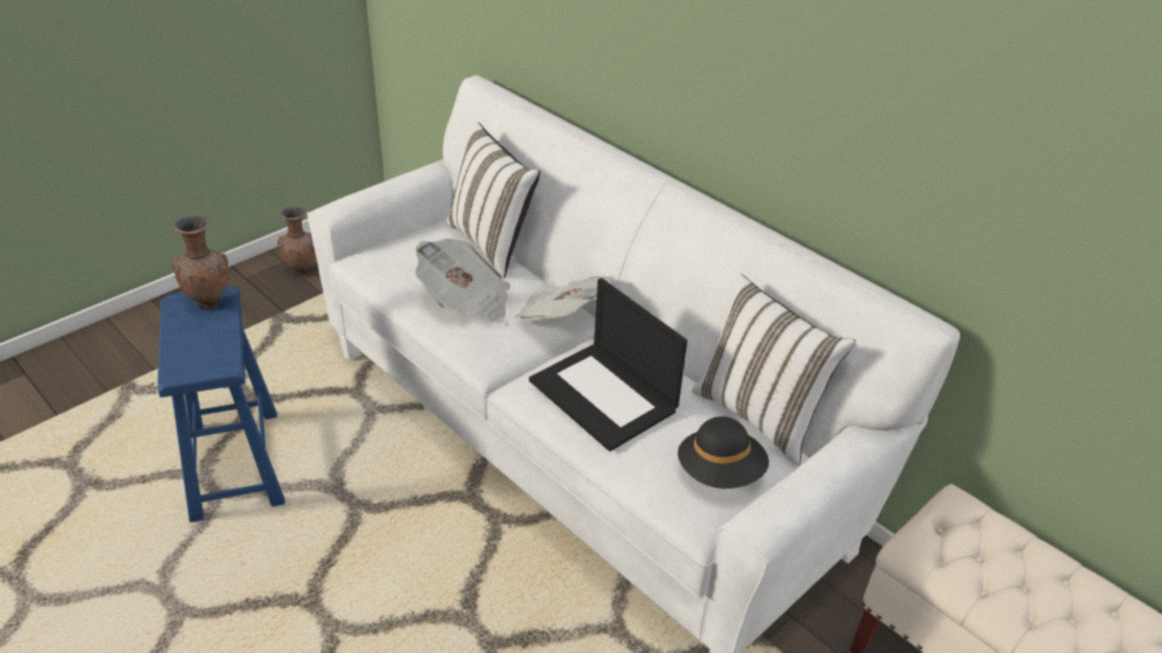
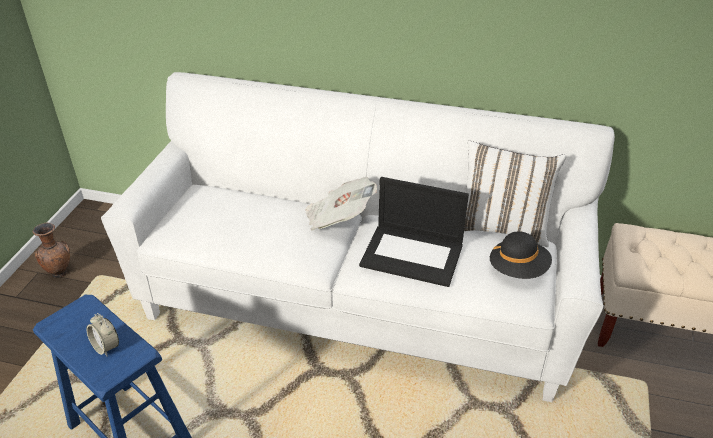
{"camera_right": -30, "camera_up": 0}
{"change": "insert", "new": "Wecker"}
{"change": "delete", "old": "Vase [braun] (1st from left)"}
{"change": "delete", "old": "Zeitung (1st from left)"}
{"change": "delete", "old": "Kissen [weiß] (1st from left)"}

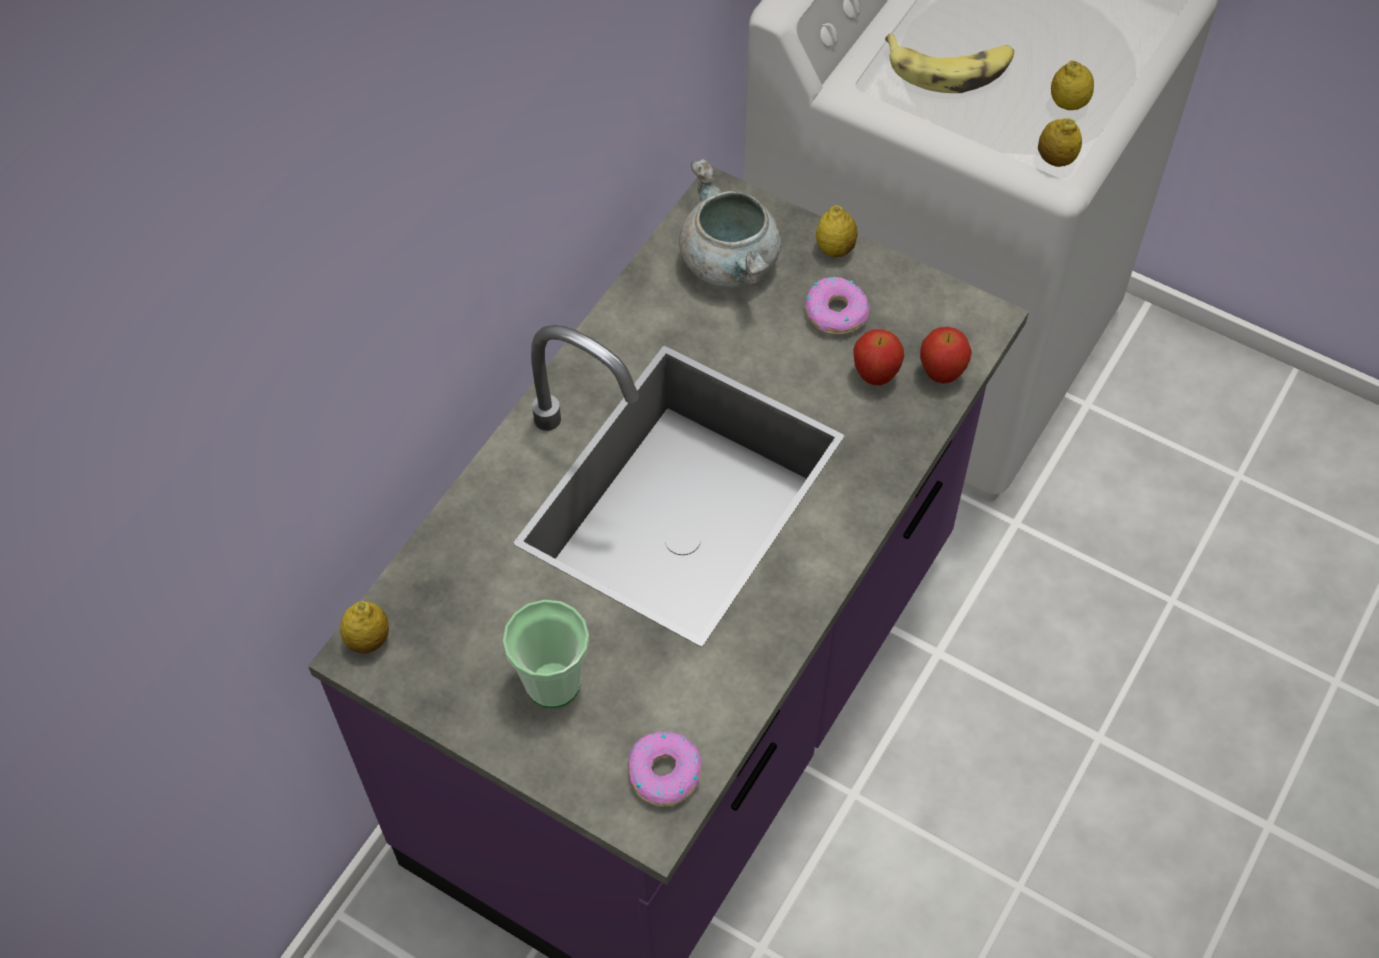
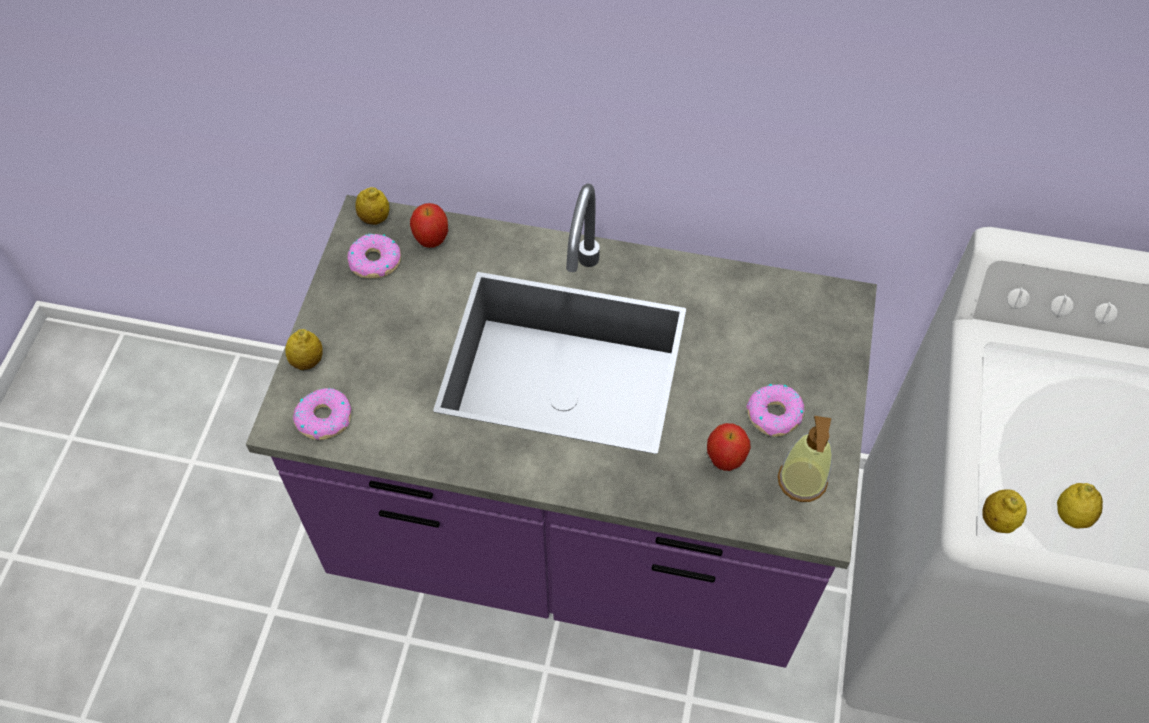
{"camera_right": 70, "camera_up": 0}
{"change": "move", "old": "Zitrone (2nd from left in the first image)", "new": "Zitrone (1st from left)"}
{"change": "insert", "new": "Donut (2nd from left)"}
{"change": "move", "old": "Apfel (2nd from left in the first image)", "new": "Apfel (1st from left)"}
{"change": "insert", "new": "Seifenspender"}
{"change": "delete", "old": "Tasse"}
{"change": "delete", "old": "Kochtopf [grau]"}
{"change": "delete", "old": "Banane"}

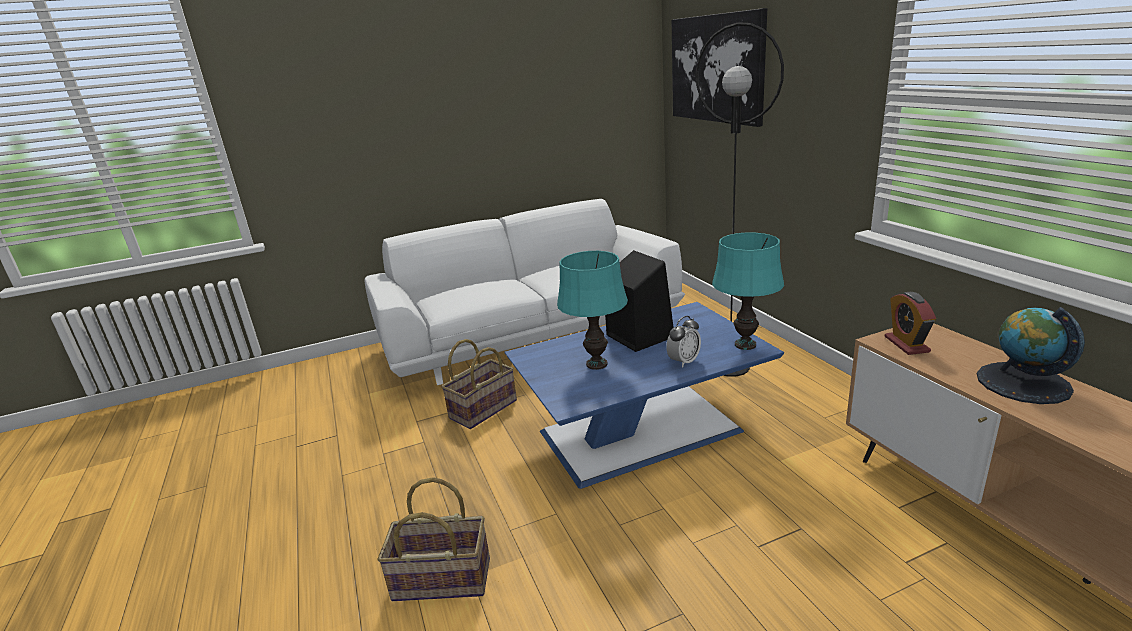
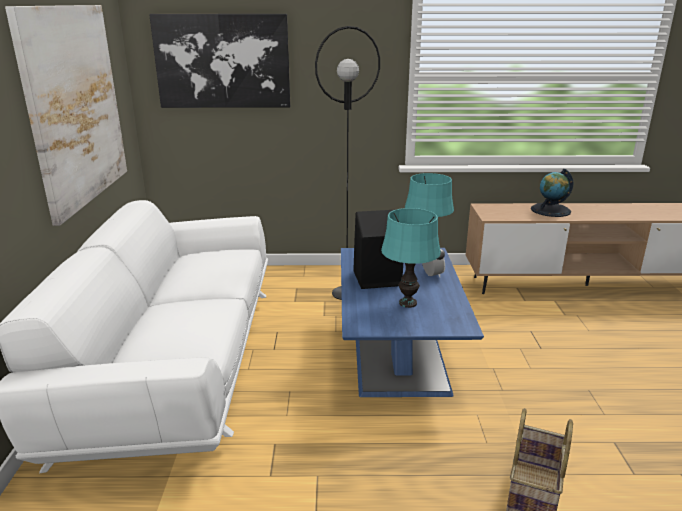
{"camera_right": -70, "camera_up": 0}
{"change": "insert", "new": "Bild (1st from left)"}
{"change": "delete", "old": "Korb (2nd from left)"}
{"change": "delete", "old": "Wecker (2nd from left)"}

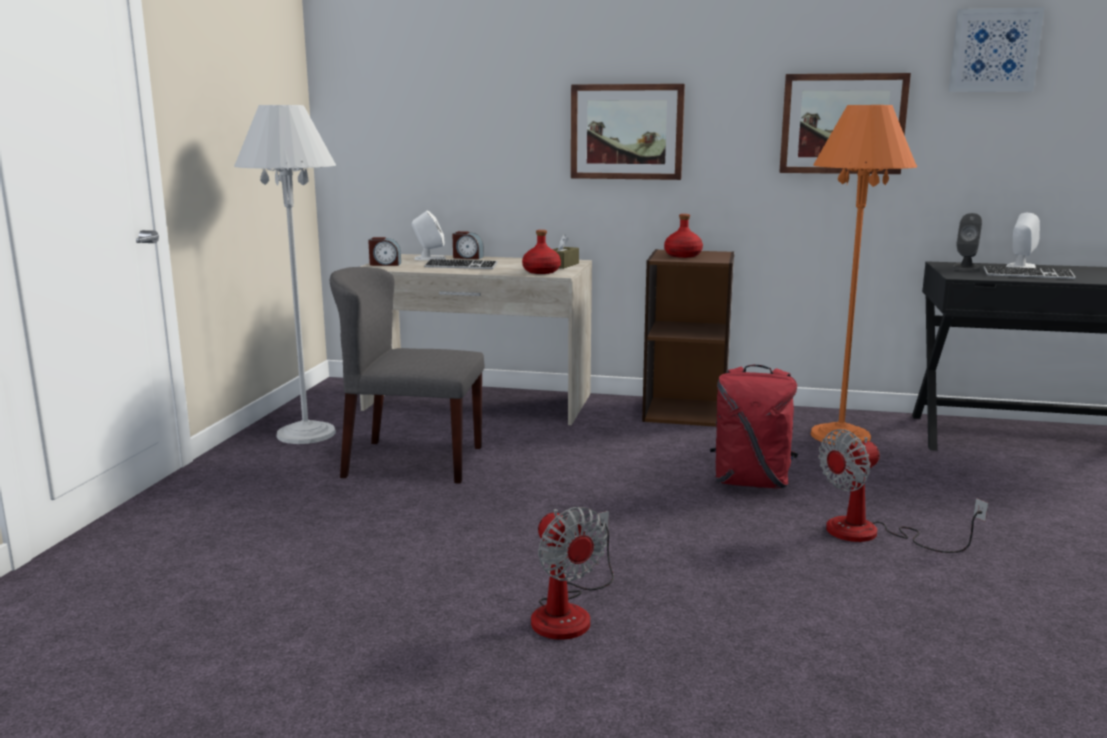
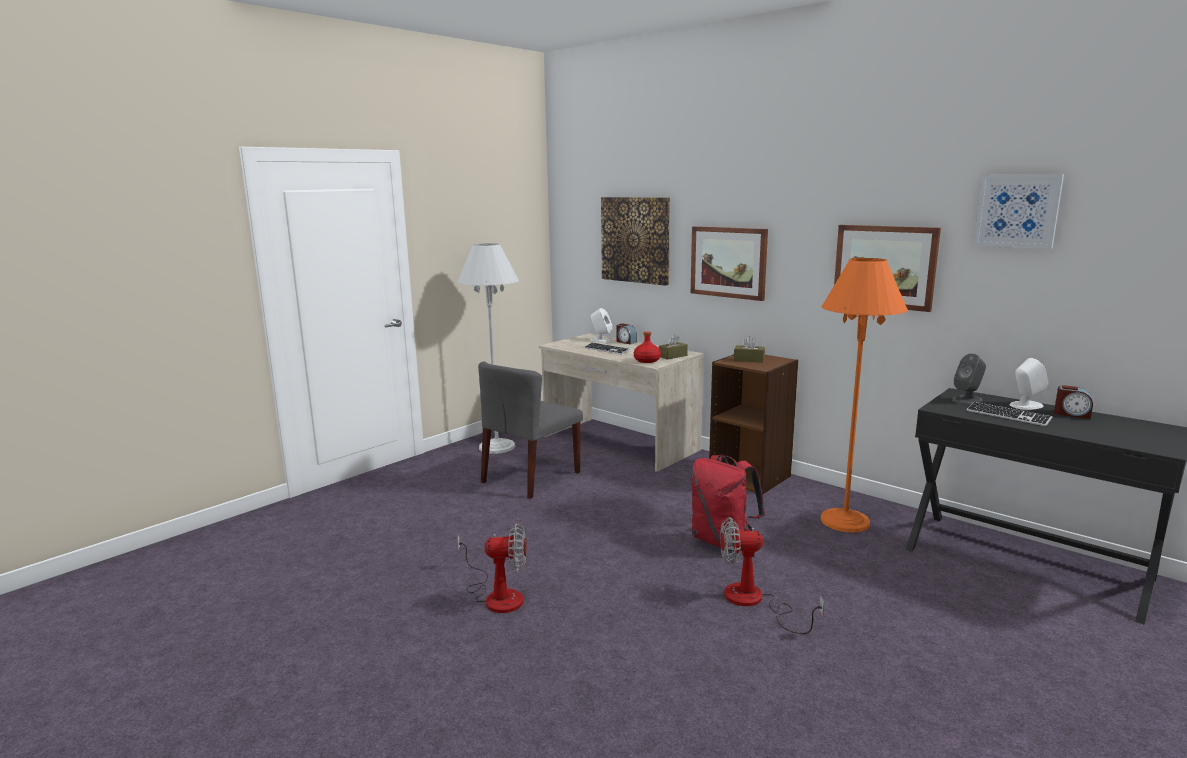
{"camera_right": 30, "camera_up": 0}
{"change": "rotate", "old": "Ventilator (1st from left)", "degrees": -90}
{"change": "rotate", "old": "Stuhl [grau]", "degrees": -90}
{"change": "insert", "new": "Bild (1st from left)"}
{"change": "replace", "old": "Flasche [rot] (2nd from left)", "new": "Taschentuchbox [braun] (2nd from left)"}
{"change": "move", "old": "Wecker (1st from left in the first image)", "new": "Wecker (2nd from left)"}

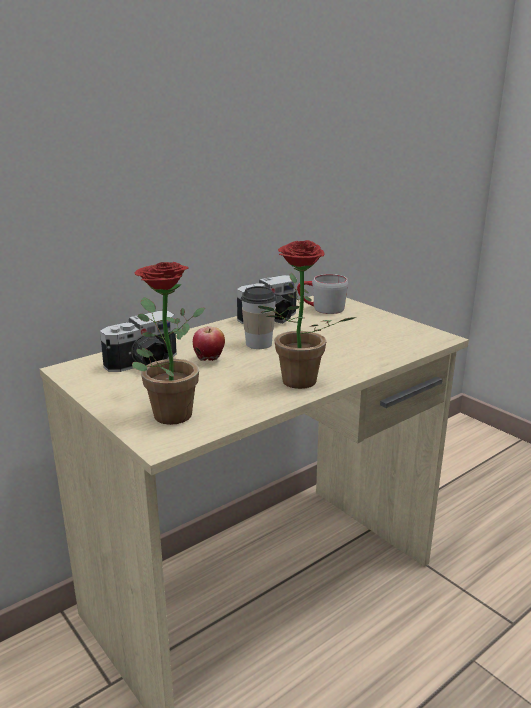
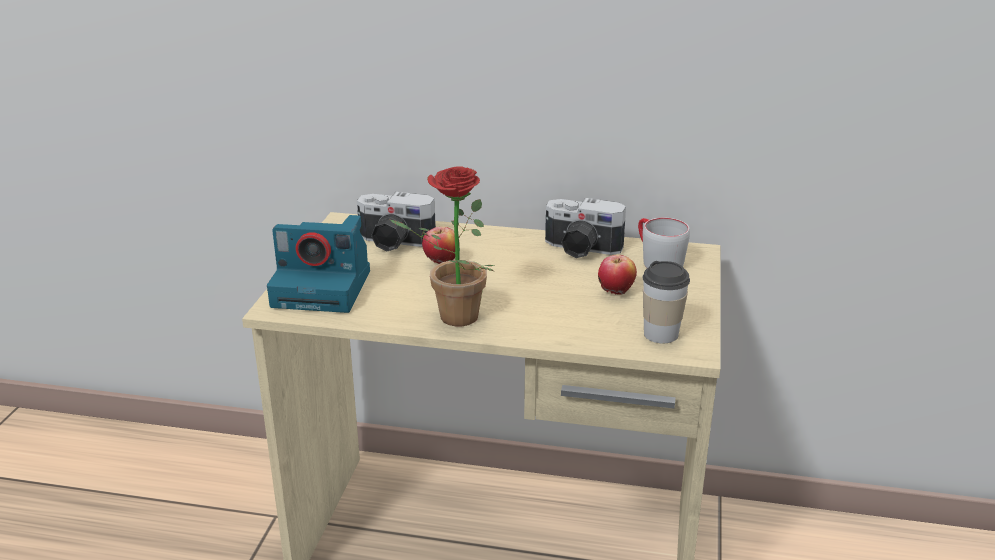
{"camera_right": 50, "camera_up": 5}
{"change": "replace", "old": "Topfpflanze (1st from left)", "new": "Kamera (1st from left)"}
{"change": "insert", "new": "Apfel (2nd from left)"}
{"change": "move", "old": "Tasse"}

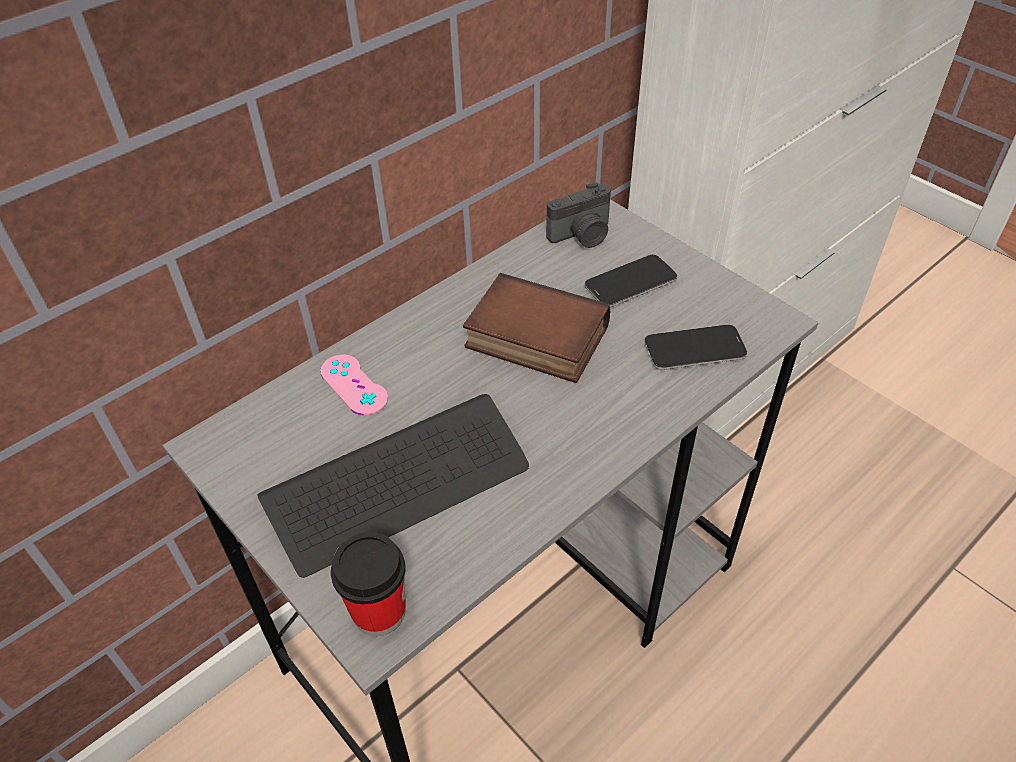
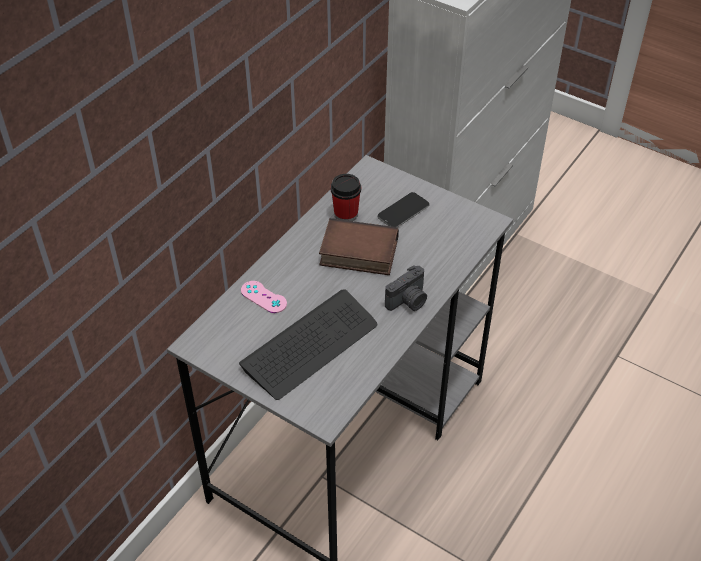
{"camera_right": -15, "camera_up": 0}
{"change": "move", "old": "Tasse"}
{"change": "move", "old": "Kamera"}
{"change": "delete", "old": "Handy (2nd from left)"}

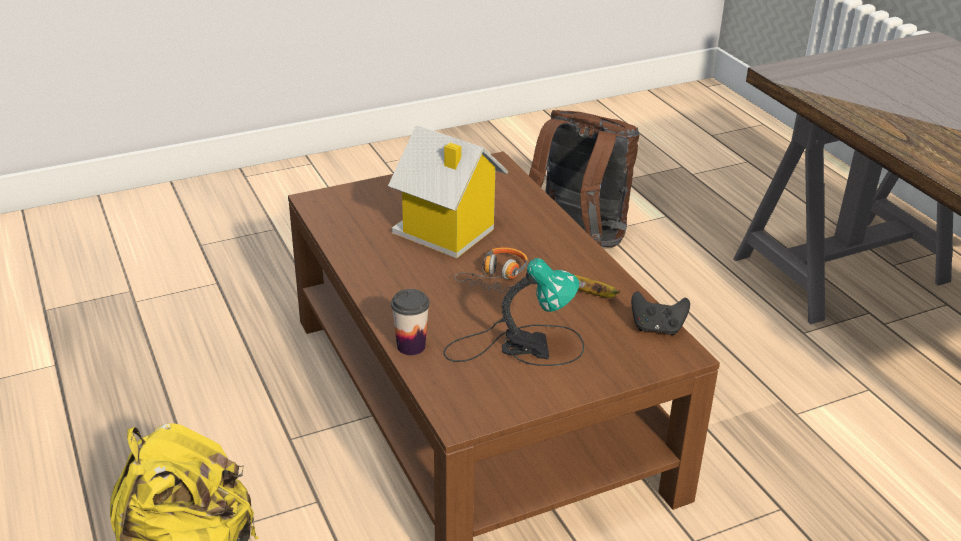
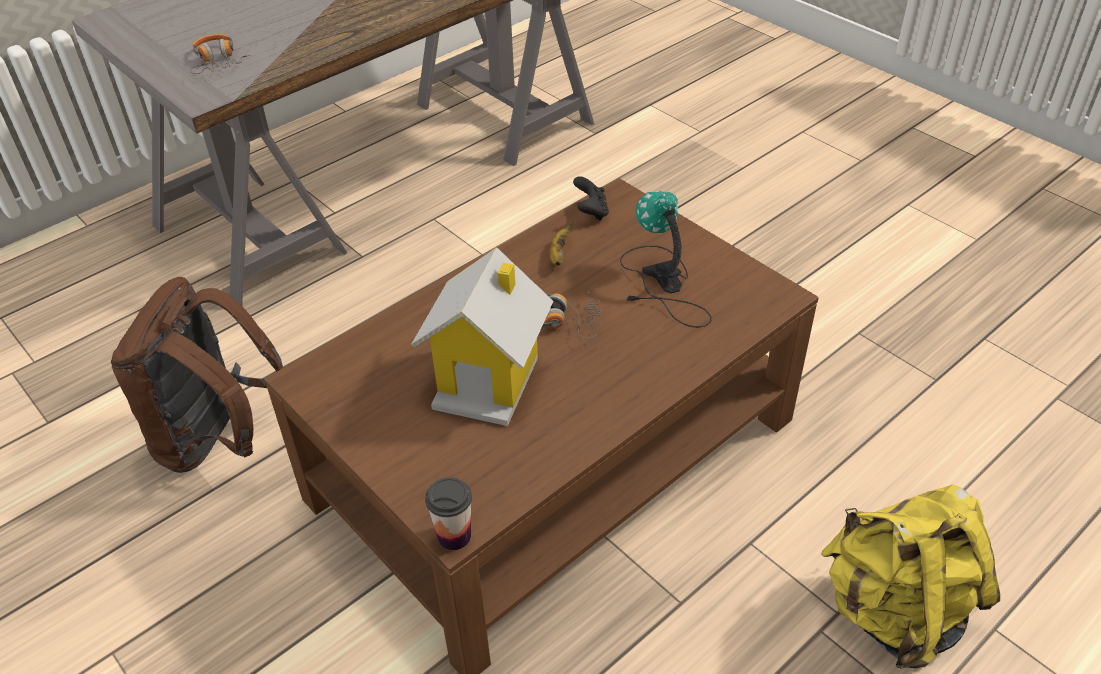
{"camera_right": -105, "camera_up": 10}
{"change": "insert", "new": "Kopfhörer (1st from left)"}
{"change": "move", "old": "Tasse"}

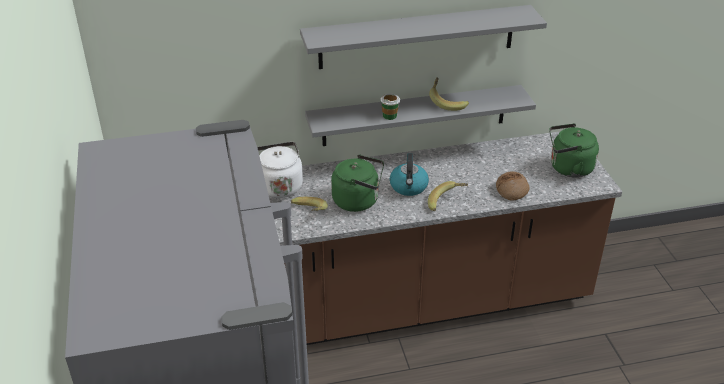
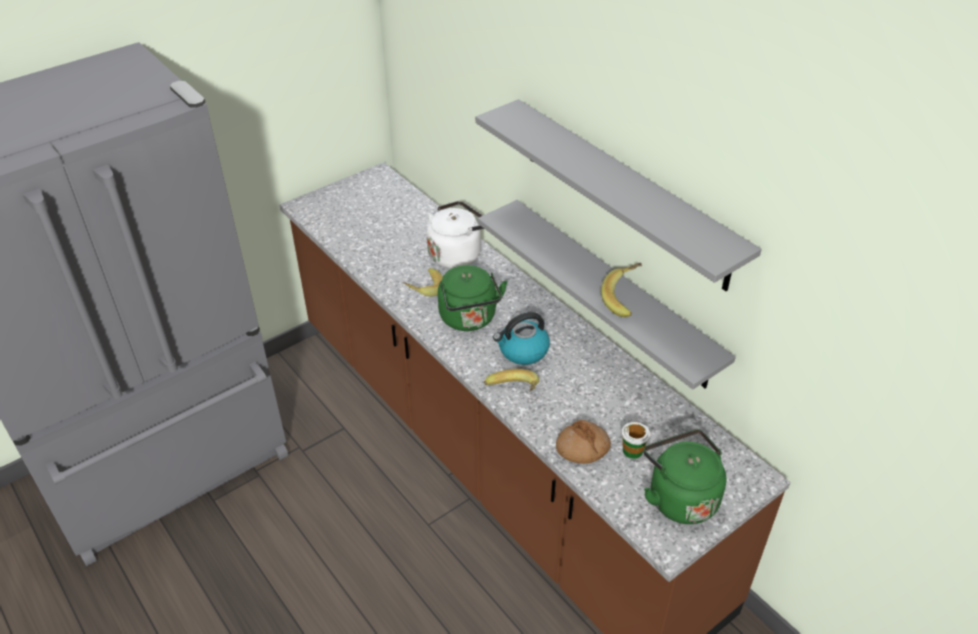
{"camera_right": 65, "camera_up": 5}
{"change": "move", "old": "Tasse"}

